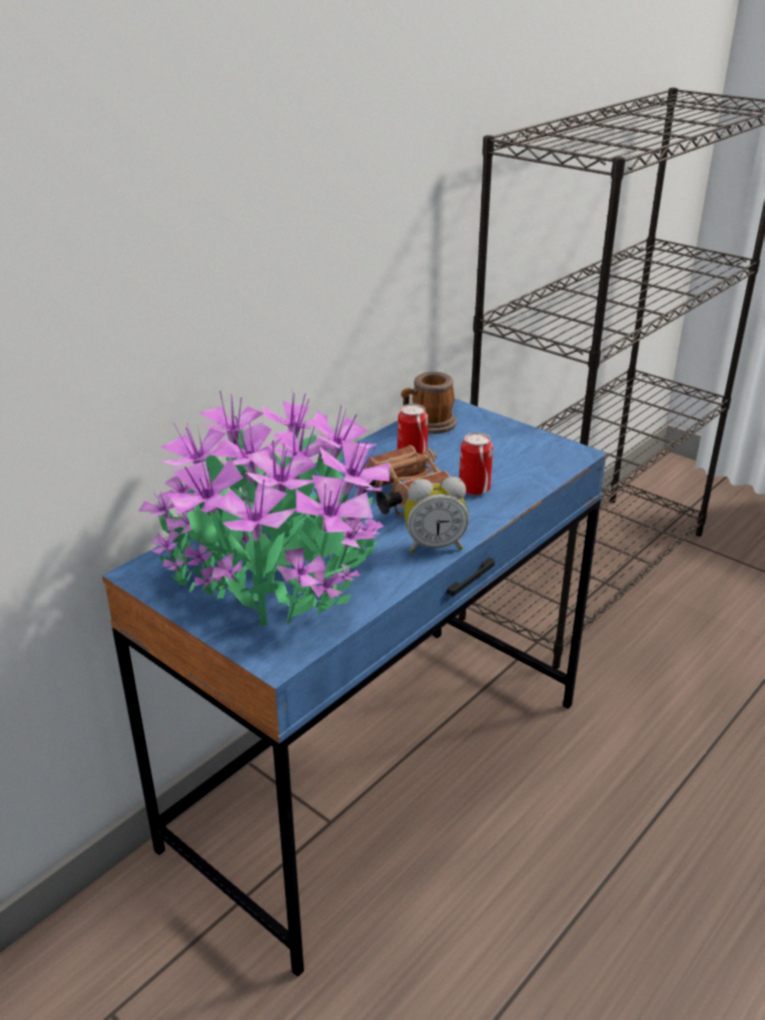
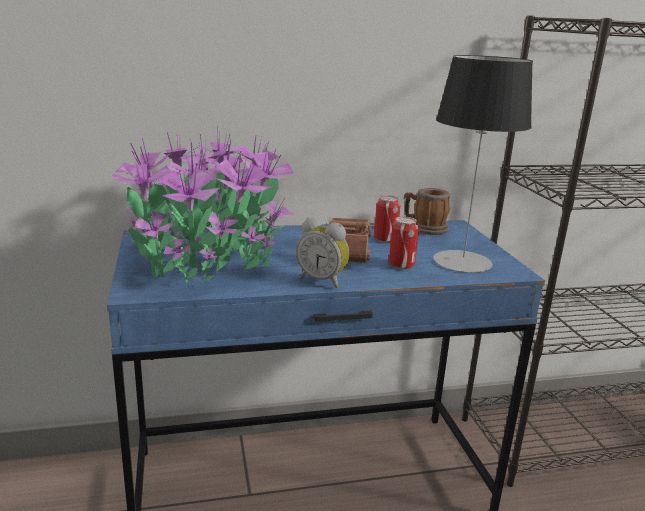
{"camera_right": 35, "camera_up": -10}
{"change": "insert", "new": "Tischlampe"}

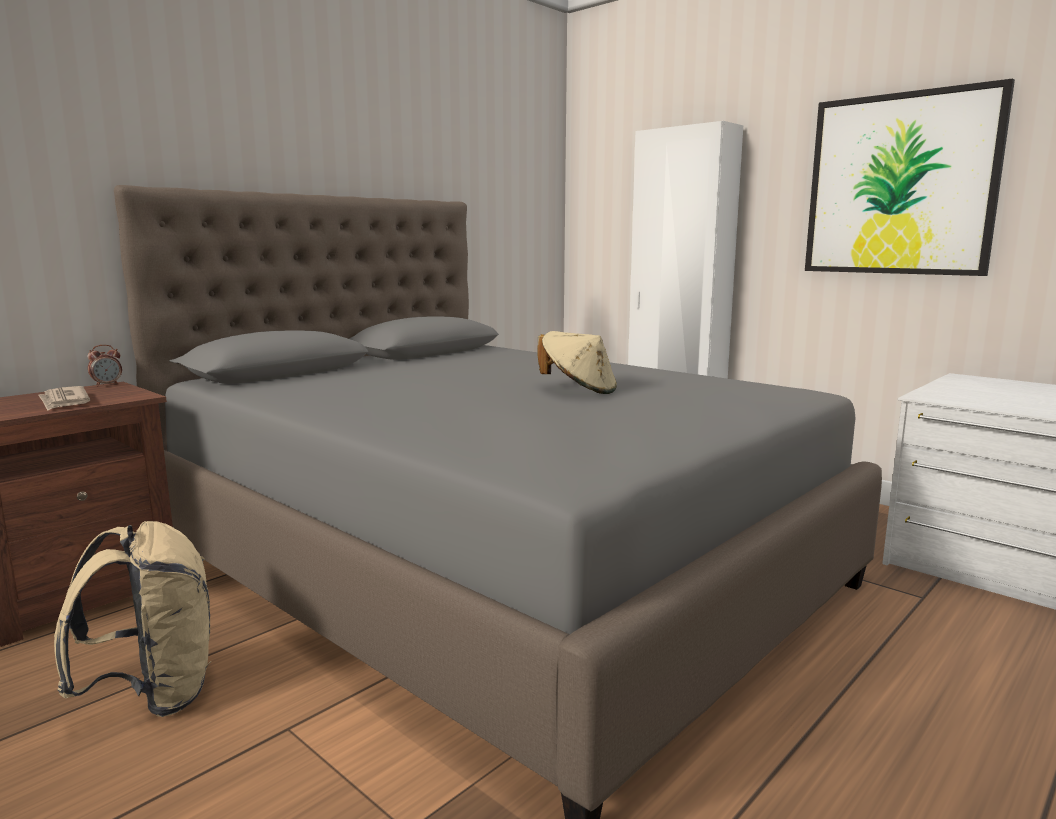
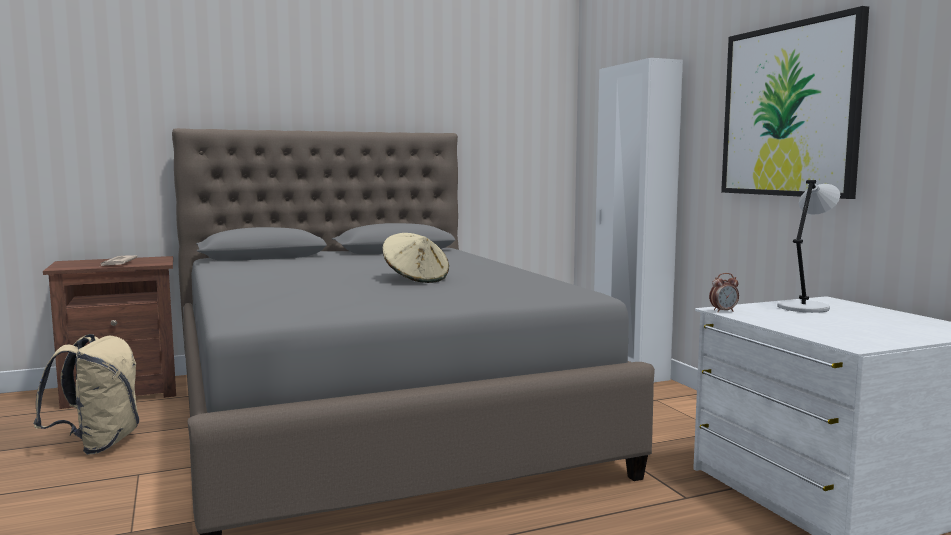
{"camera_right": 25, "camera_up": -5}
{"change": "move", "old": "Wecker"}
{"change": "insert", "new": "Tischlampe [grau]"}

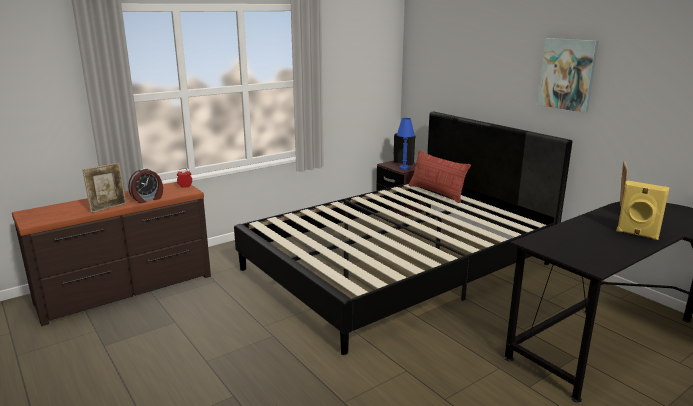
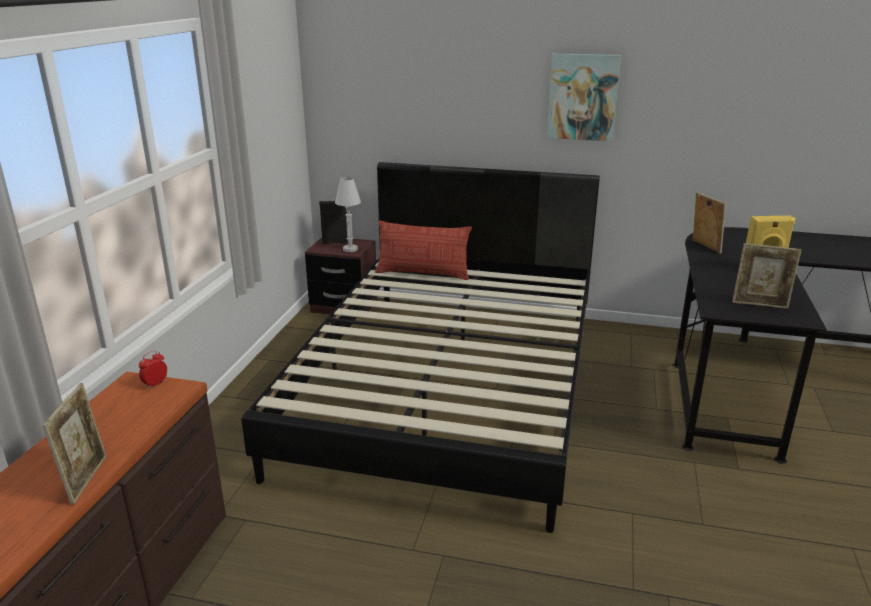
{"camera_right": -40, "camera_up": 5}
{"change": "recolor", "old": "Tischlampe [blau]", "new": "Tischlampe [weiß]"}
{"change": "insert", "new": "Bilderrahmen (3rd from left)"}
{"change": "delete", "old": "Wecker (1st from left)"}

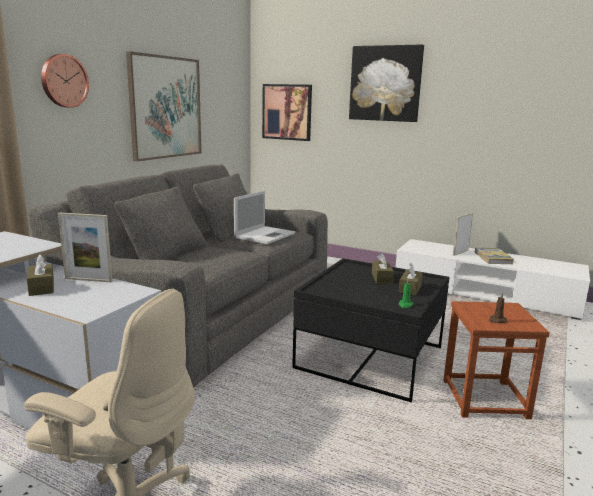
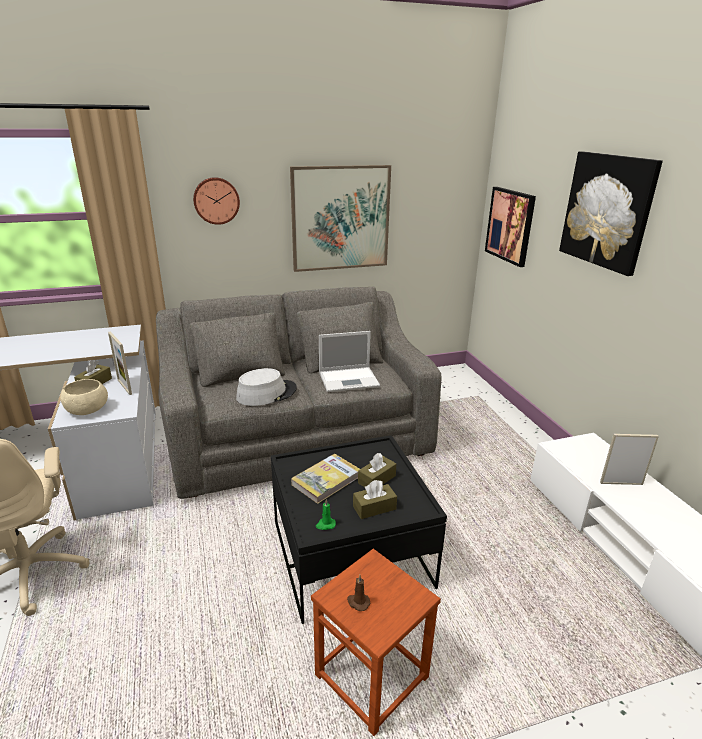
{"camera_right": 45, "camera_up": 10}
{"change": "insert", "new": "Schüssel [beige]"}
{"change": "insert", "new": "Hut [grau]"}
{"change": "move", "old": "Buch"}

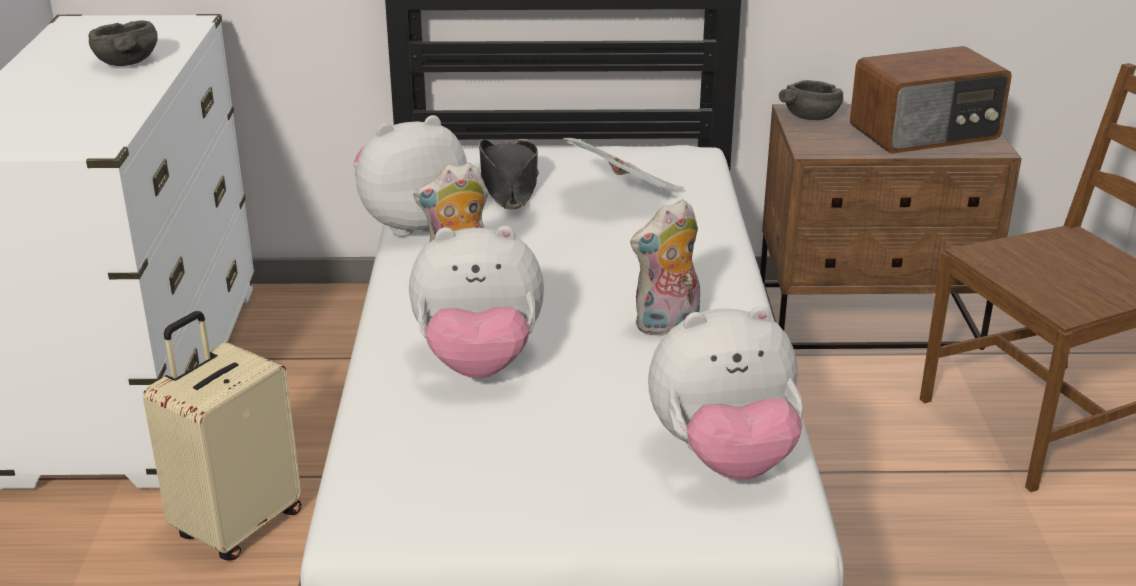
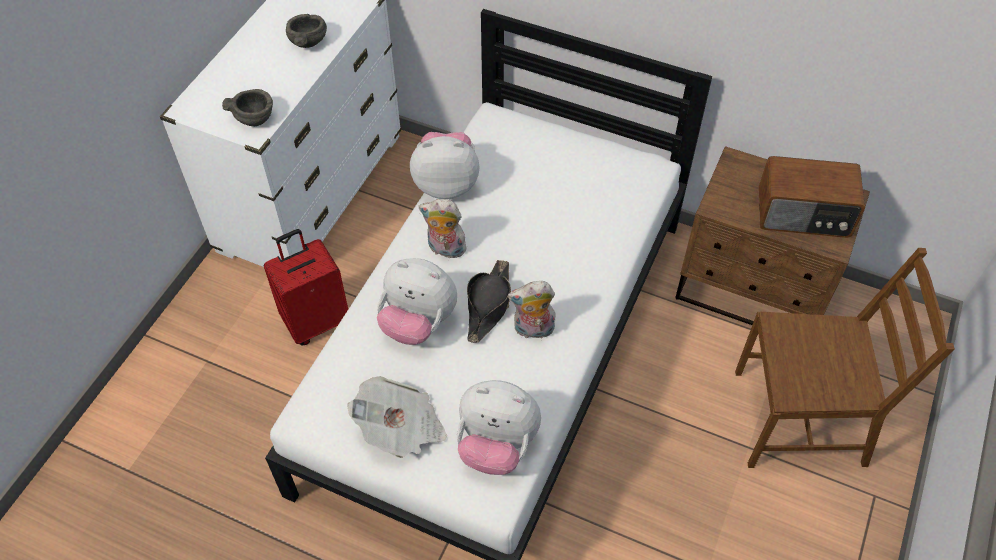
{"camera_right": 25, "camera_up": 25}
{"change": "move", "old": "Schüssel [grau] (2nd from left in the first image)", "new": "Schüssel [grau] (1st from left)"}
{"change": "recolor", "old": "Koffer [beige]", "new": "Koffer [rot]"}
{"change": "move", "old": "Zeitung"}
{"change": "move", "old": "Hut [schwarz]"}

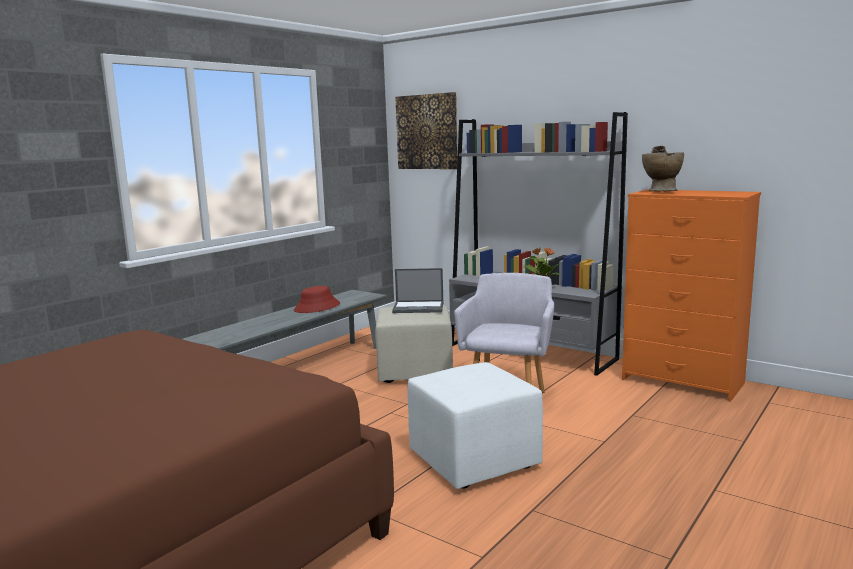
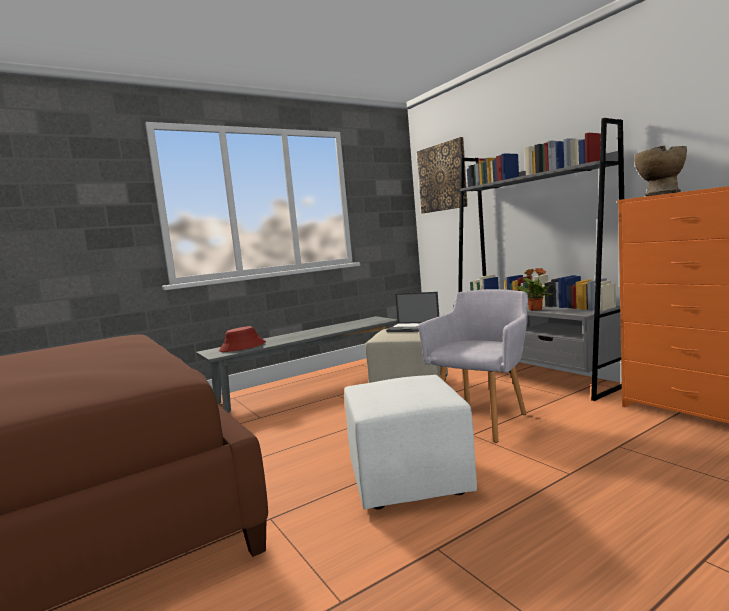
{"camera_right": 20, "camera_up": -5}
{"change": "move", "old": "Hut [rot]"}

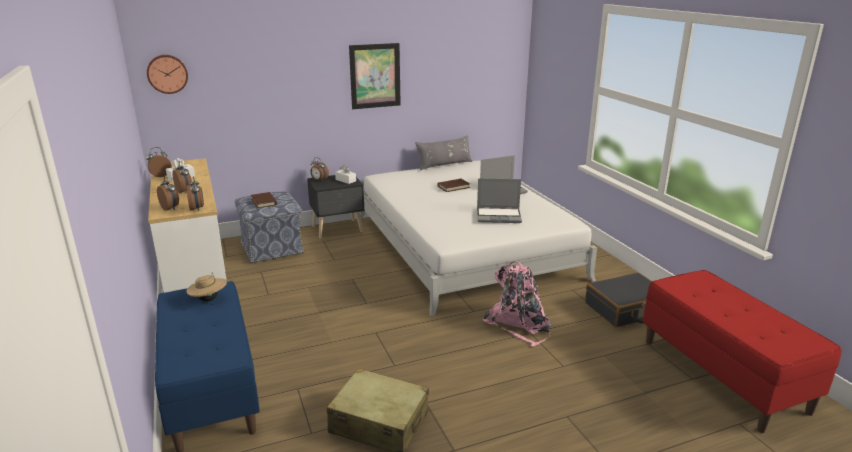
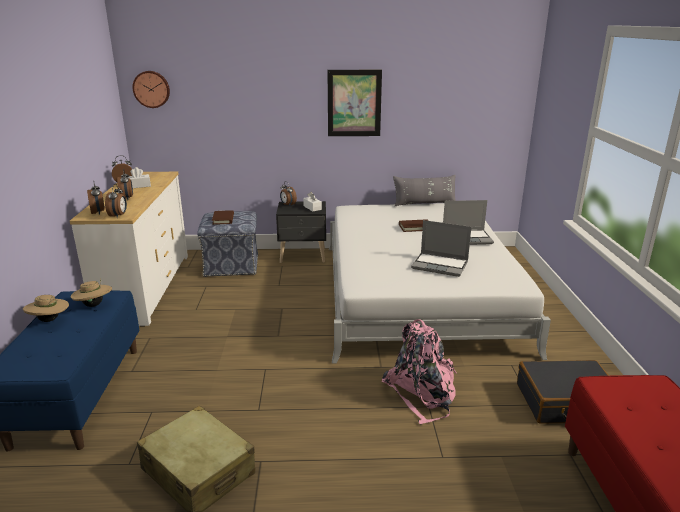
{"camera_right": 20, "camera_up": 0}
{"change": "insert", "new": "Hut [beige] (1st from left)"}

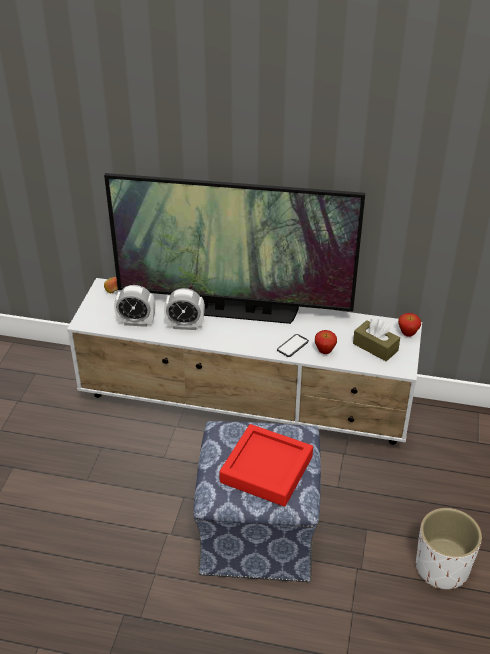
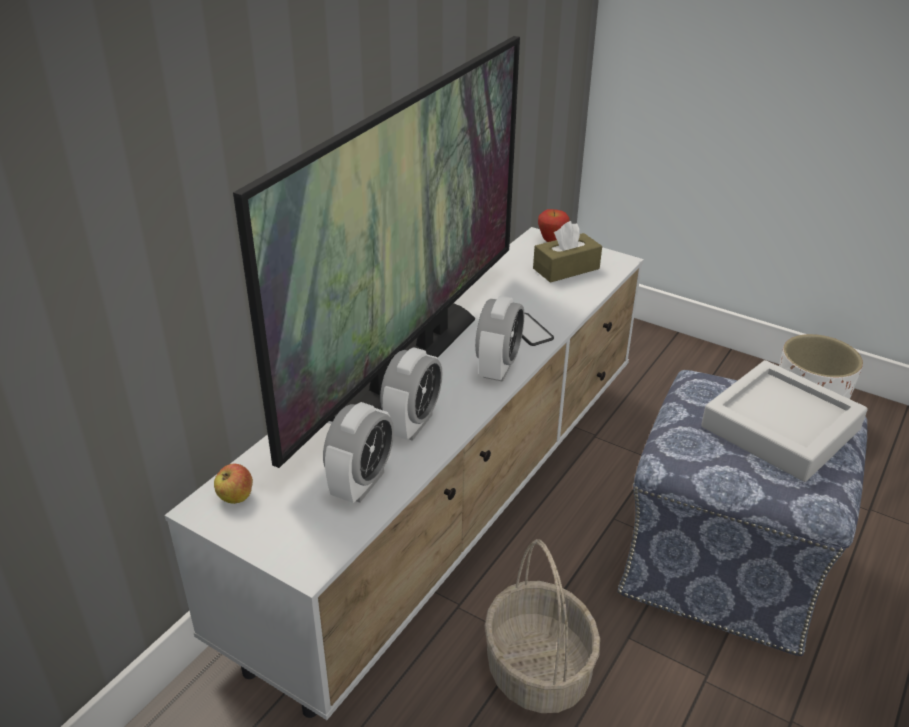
{"camera_right": -70, "camera_up": -5}
{"change": "insert", "new": "Wecker (3rd from left)"}
{"change": "insert", "new": "Korb"}
{"change": "recolor", "old": "Tablett [rot]", "new": "Tablett [grau]"}
{"change": "delete", "old": "Apfel (2nd from left)"}

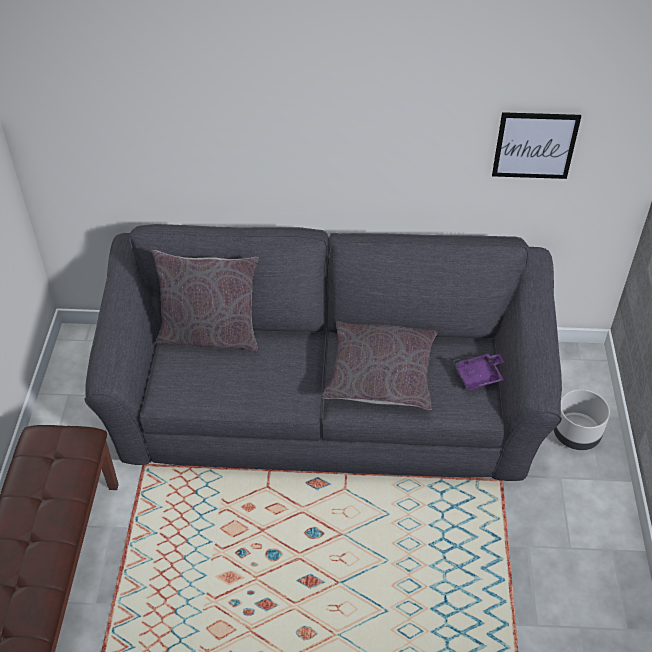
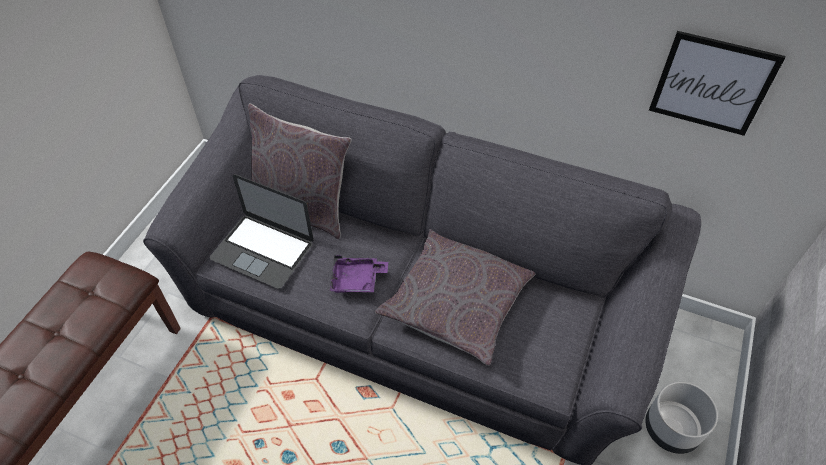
{"camera_right": 20, "camera_up": 5}
{"change": "insert", "new": "Laptop"}
{"change": "move", "old": "Tablett [lila]"}

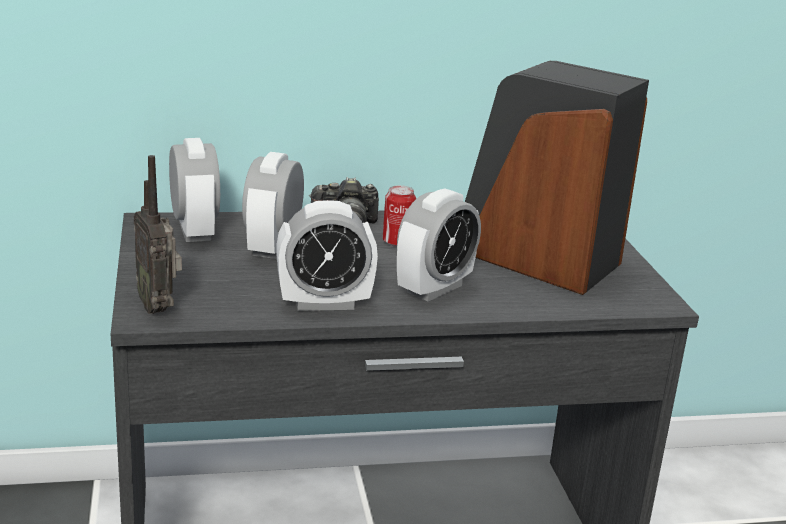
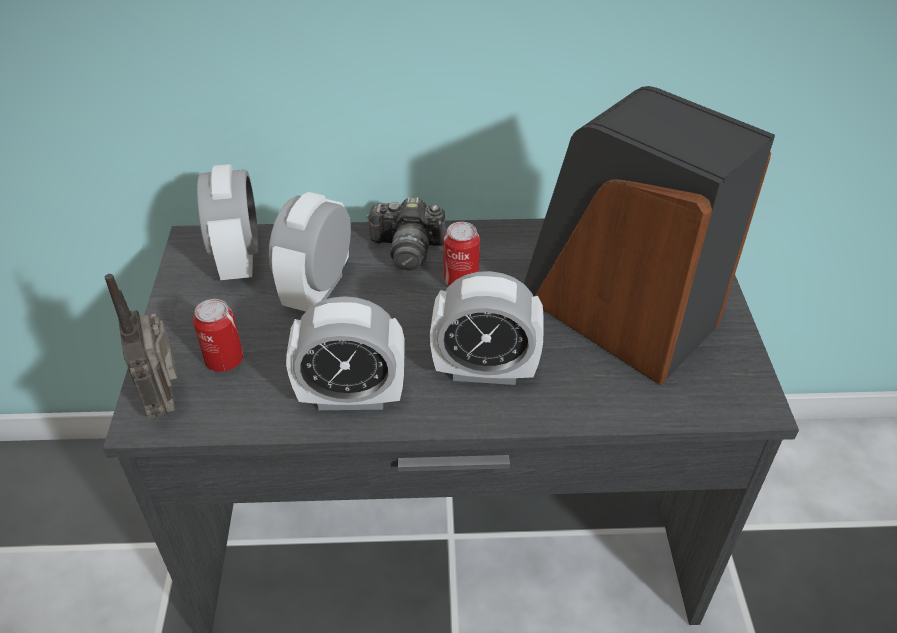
{"camera_right": 10, "camera_up": 20}
{"change": "insert", "new": "Dose (1st from left)"}
{"change": "rotate", "old": "Wecker (4th from left)", "degrees": 45}

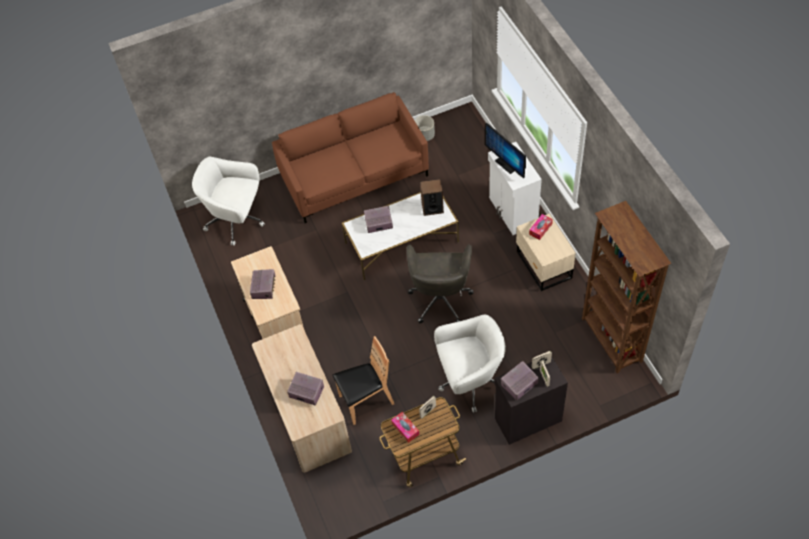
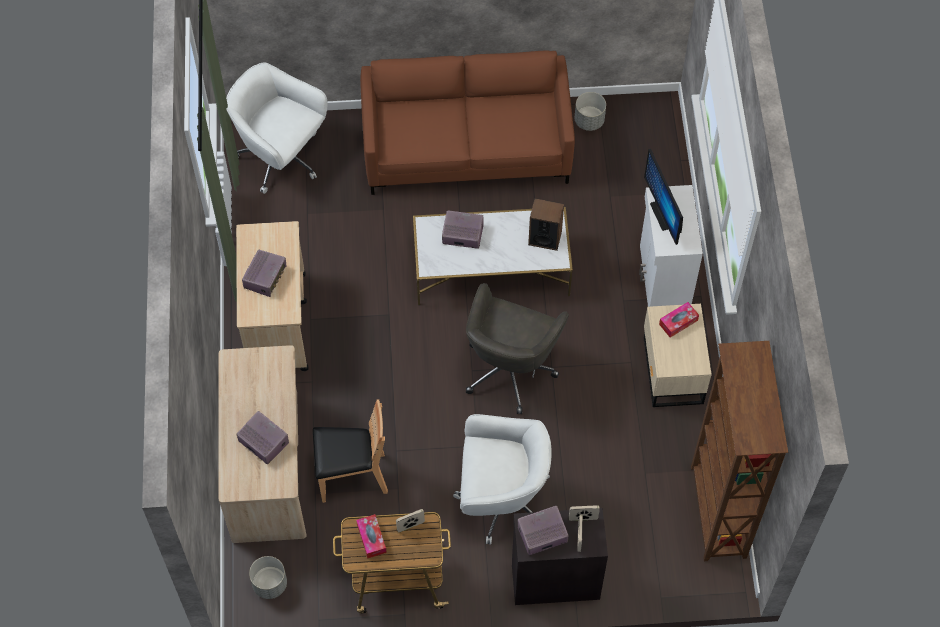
{"camera_right": 15, "camera_up": 5}
{"change": "insert", "new": "Pflanzkübel [grau] (1st from left)"}

